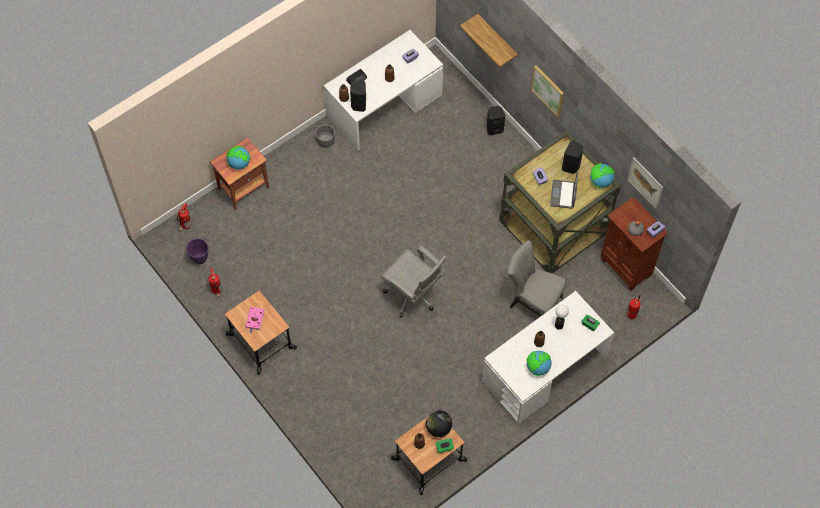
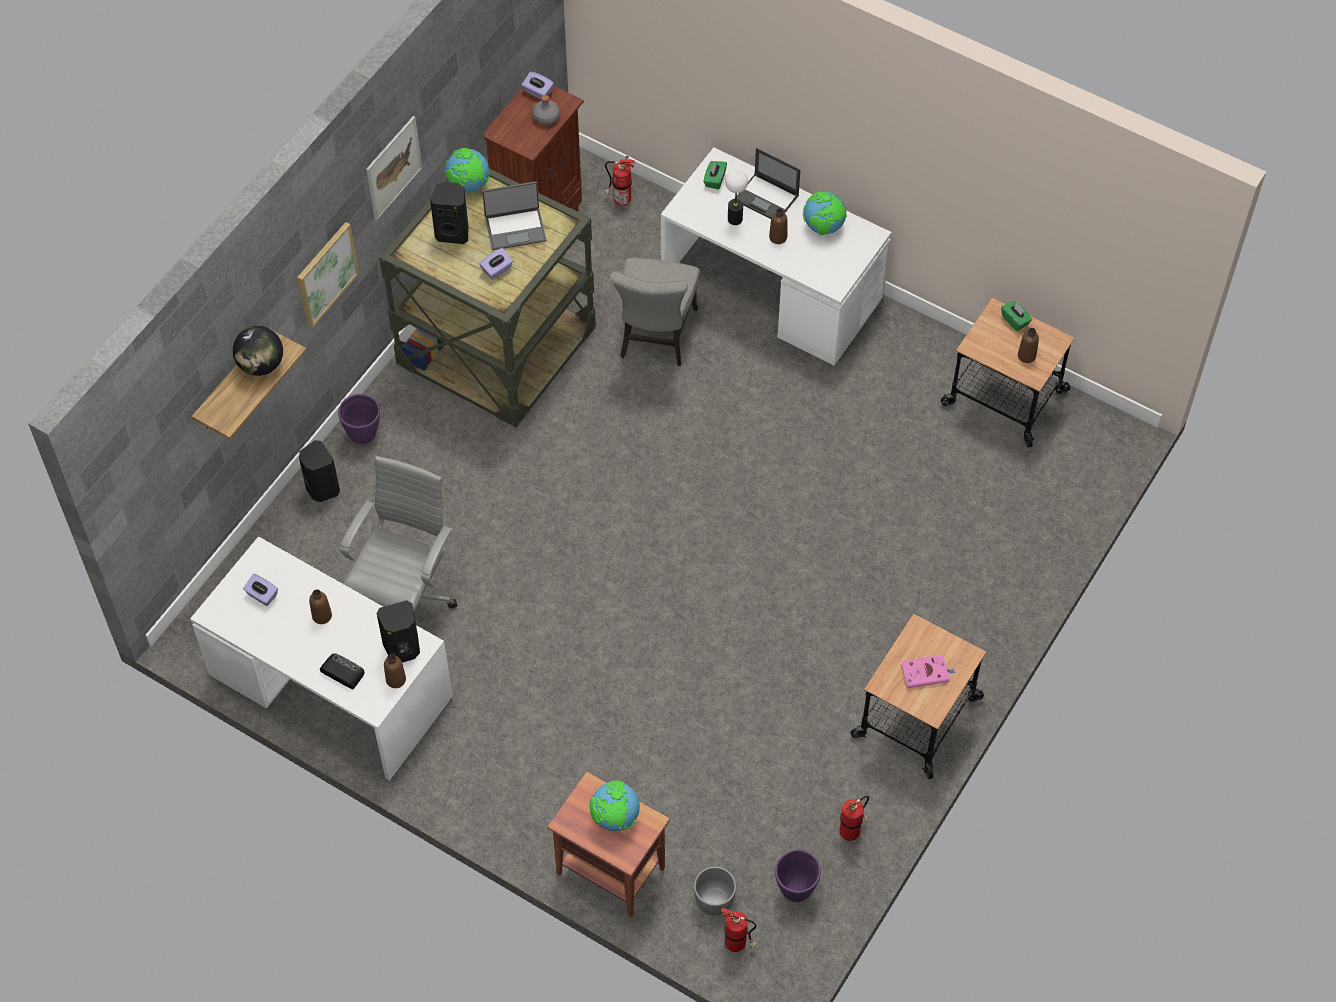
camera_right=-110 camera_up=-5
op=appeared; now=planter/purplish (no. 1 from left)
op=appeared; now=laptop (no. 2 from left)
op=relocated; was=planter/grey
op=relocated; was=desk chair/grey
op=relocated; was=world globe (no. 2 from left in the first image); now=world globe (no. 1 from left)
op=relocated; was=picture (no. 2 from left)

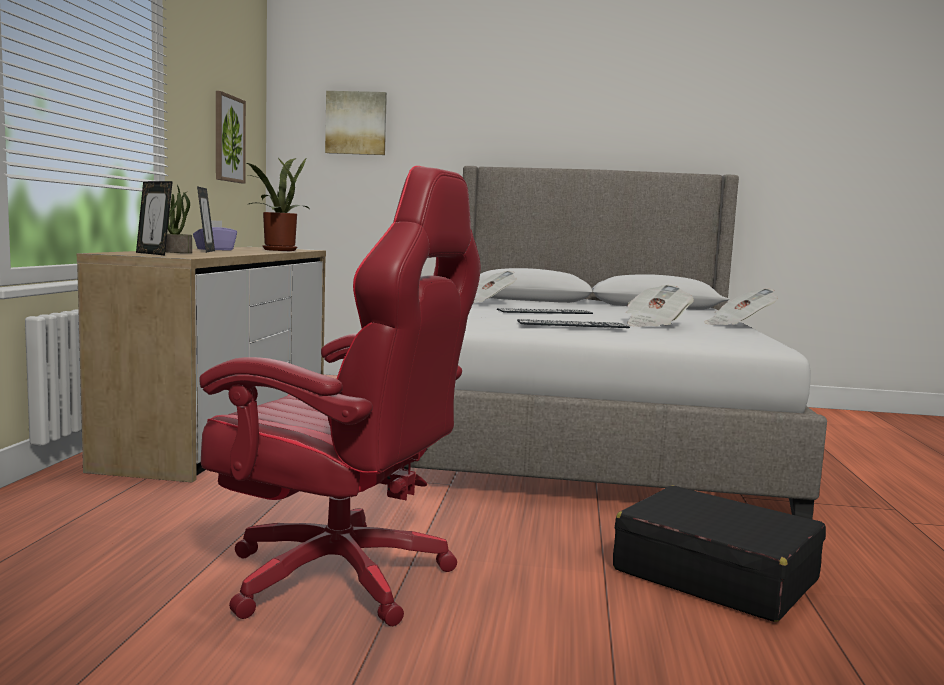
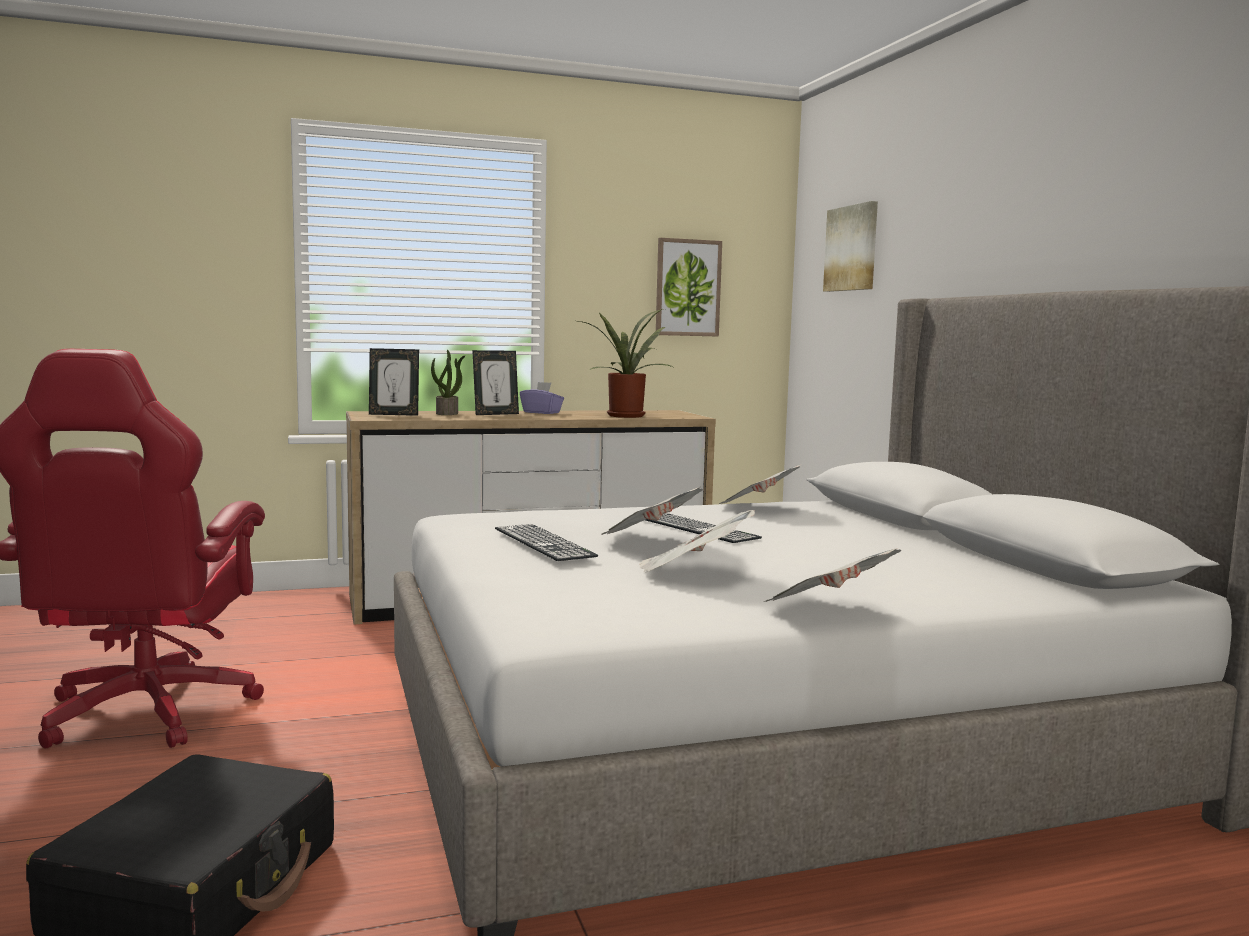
camera_right=65 camera_up=0
op=appeared; now=printed paper (no. 1 from left)
op=spun; was=standing frame (no. 1 from left); clockwise=-105

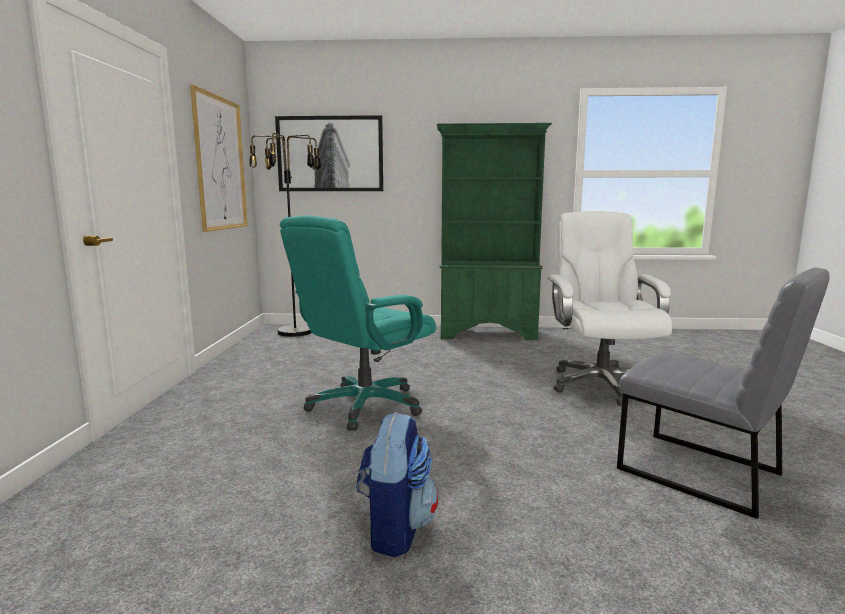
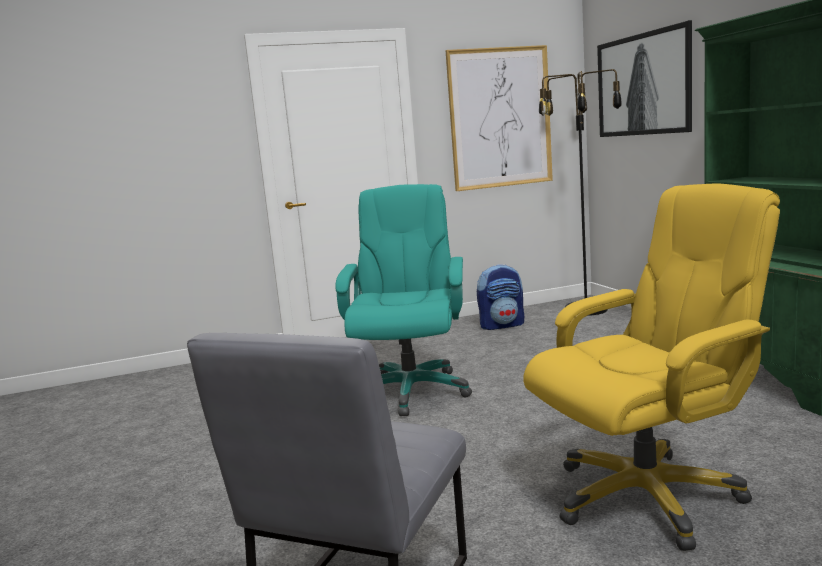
camera_right=70 camera_up=0
op=relocated; was=backpack
op=colour; was=desk chair/whitish; now=desk chair/yellow
op=spun; was=desk chair/turquoise-coloured; clockwise=75

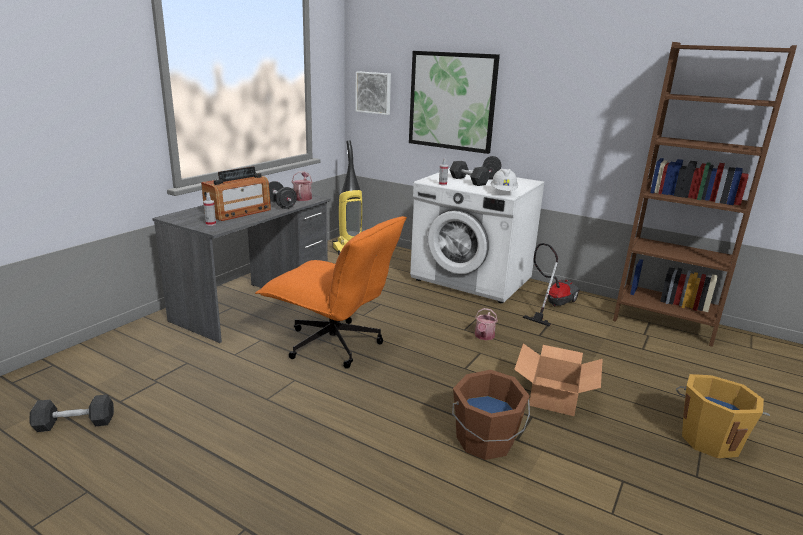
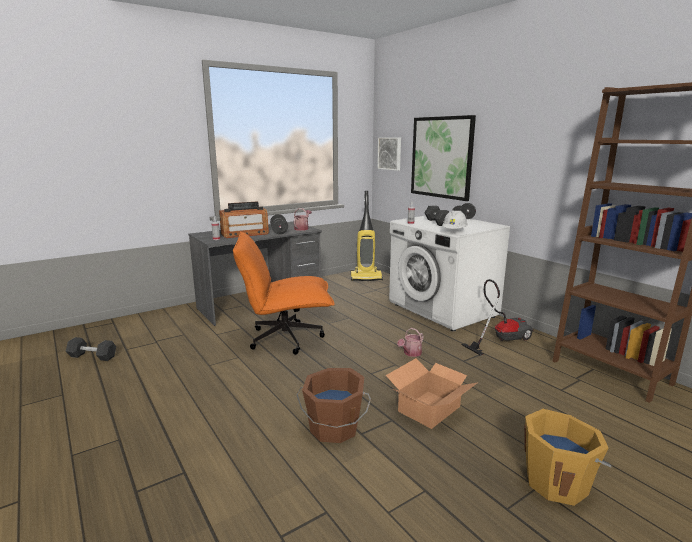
camera_right=25 camera_up=-5
op=spun; was=desk chair/orange-coloured; clockwise=120

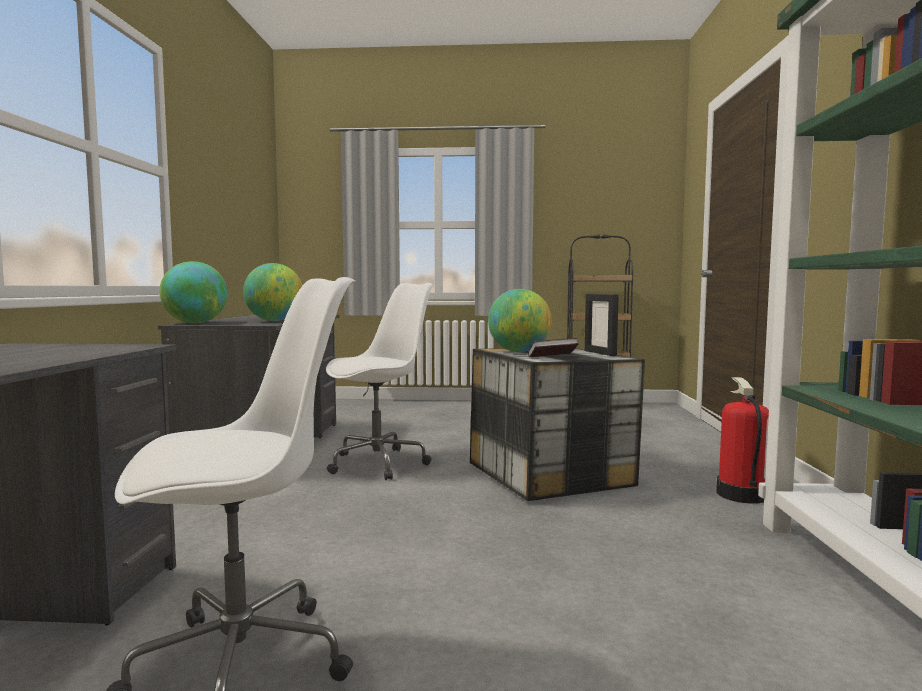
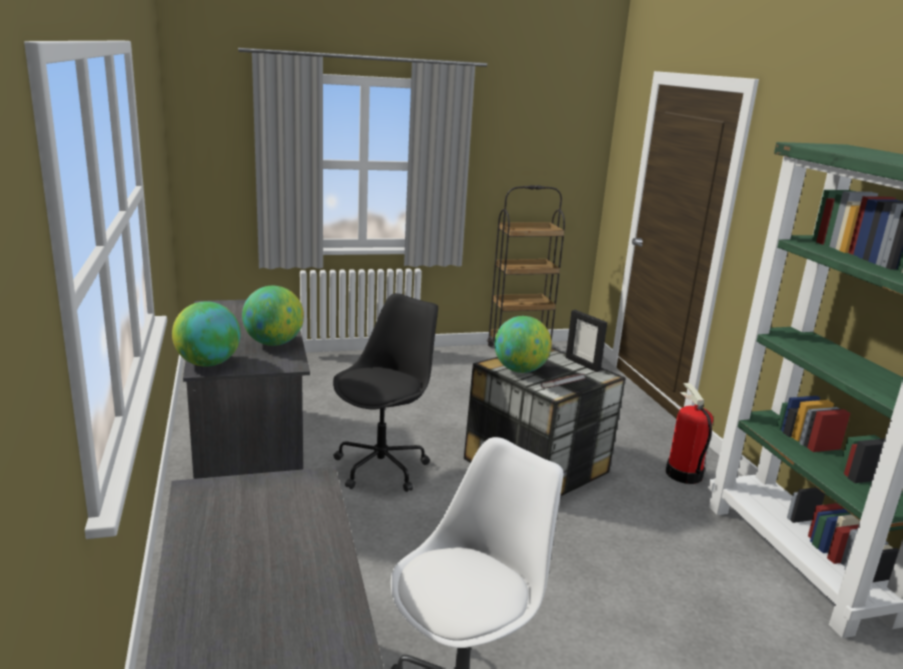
camera_right=-20 camera_up=15
op=colour; was=desk chair/whitish (no. 2 from left); now=desk chair/blackish

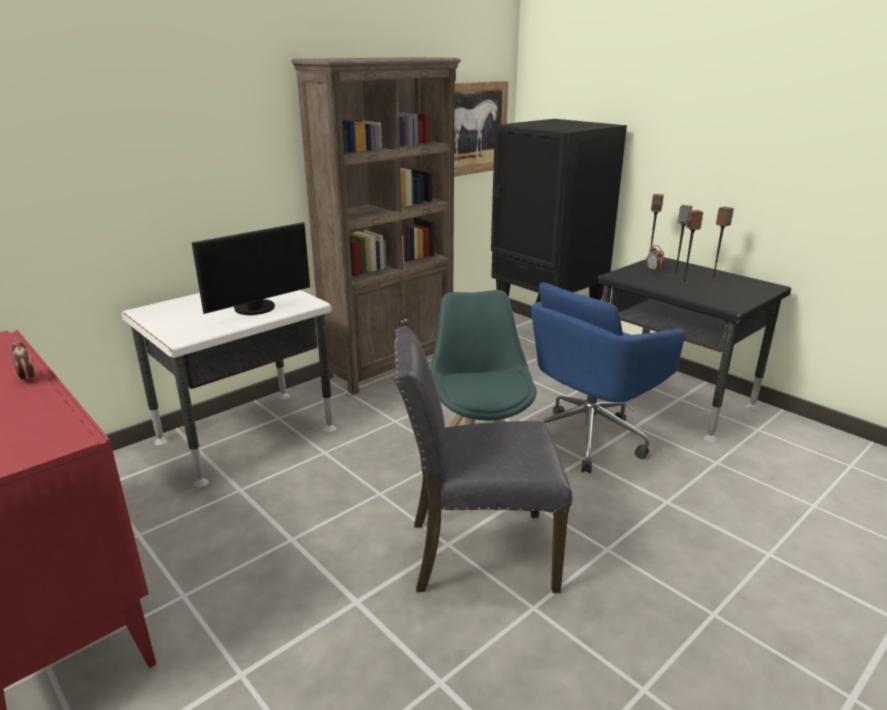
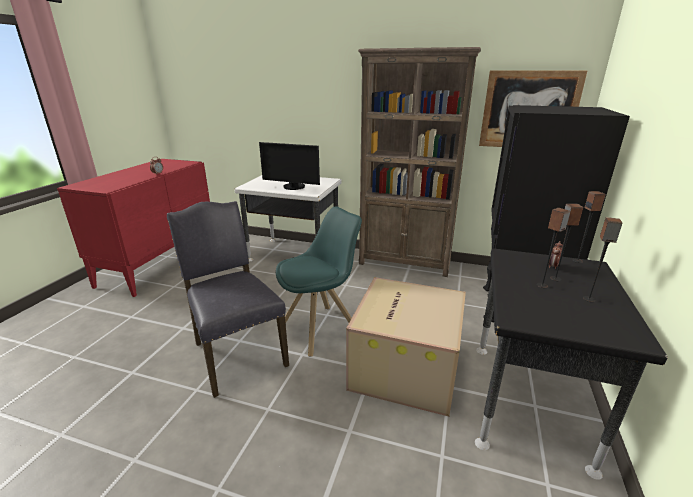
camera_right=60 camera_up=0
op=exchanged; was=desk chair/blue; now=carton

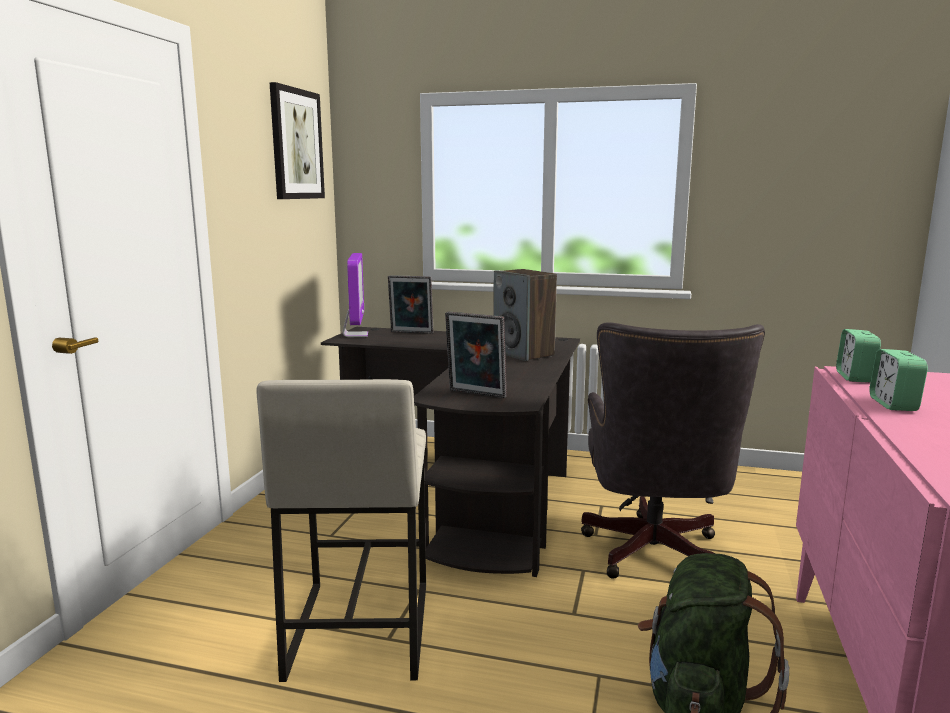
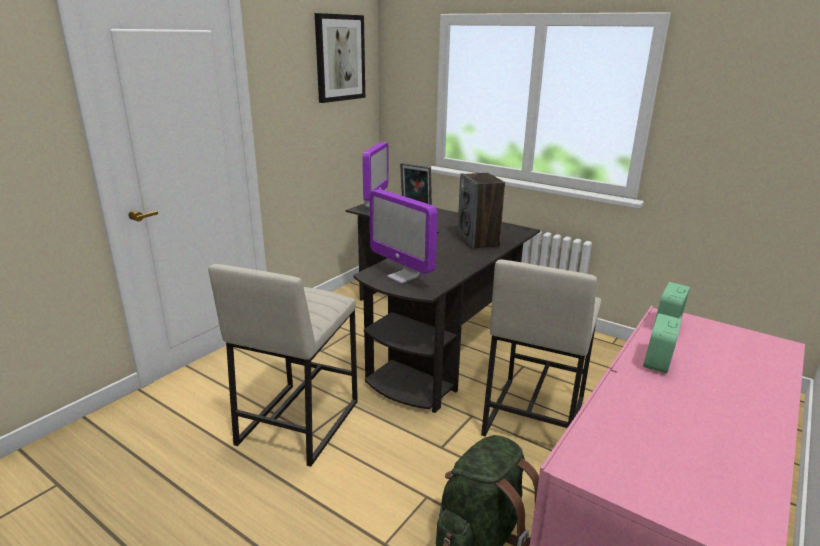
camera_right=20 camera_up=10
op=exchanged; was=standing frame (no. 2 from left); now=computer display (no. 2 from left)
op=exchanged; was=desk chair/grey; now=sitting stool/beige-coloured (no. 2 from left)

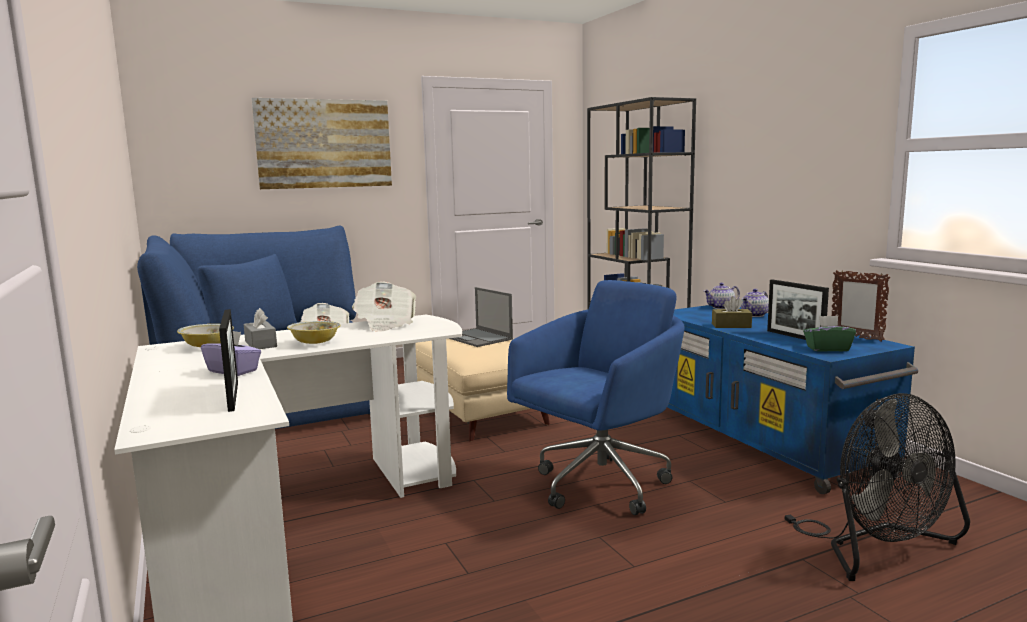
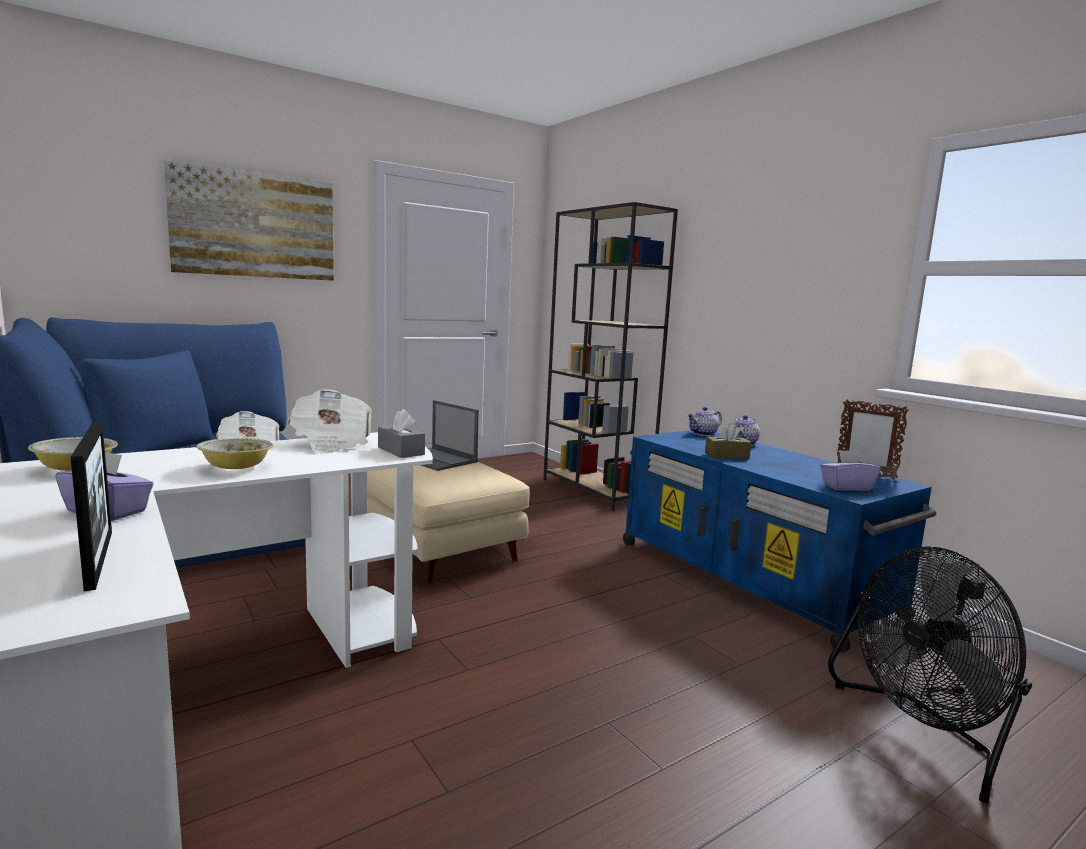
camera_right=-10 camera_up=0
op=missing; was=desk chair/blue
op=missing; was=standing frame (no. 2 from left)
op=relocated; was=tissue holder/grey
op=colour; was=tissue holder/green; now=tissue holder/purplish (no. 2 from left)
op=spun; was=electric fan/blackish; clockwise=105

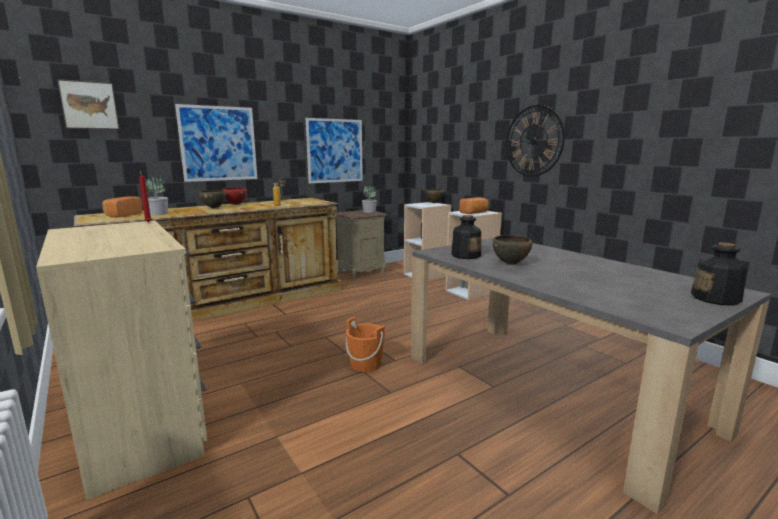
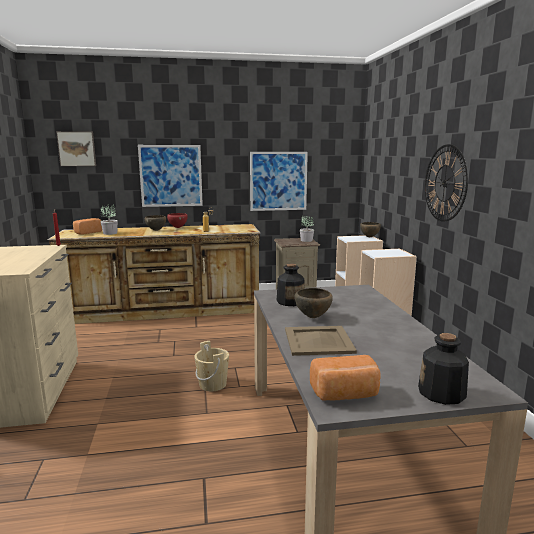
camera_right=25 camera_up=0
op=appeared; now=serving tray/beige-coloured
op=relocated; was=bread (no. 2 from left)
op=colour; was=water bucket/orange-coloured; now=water bucket/beige-coloured

